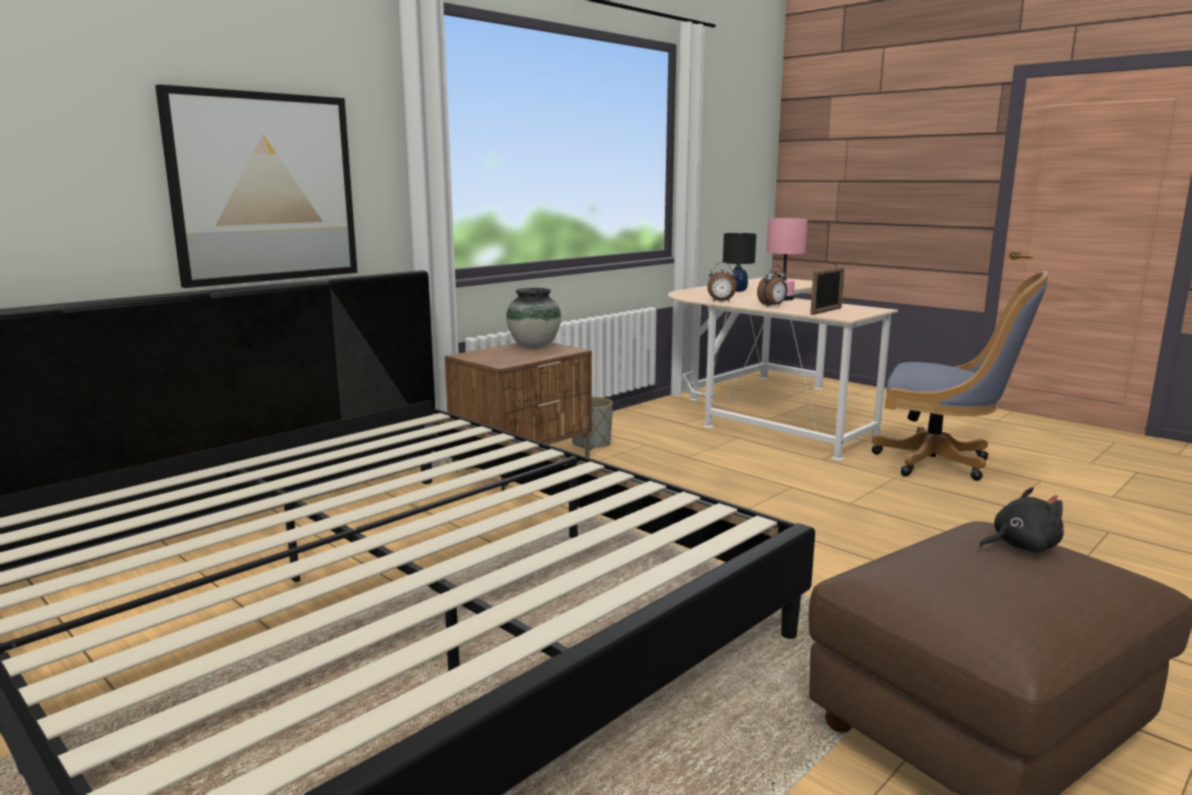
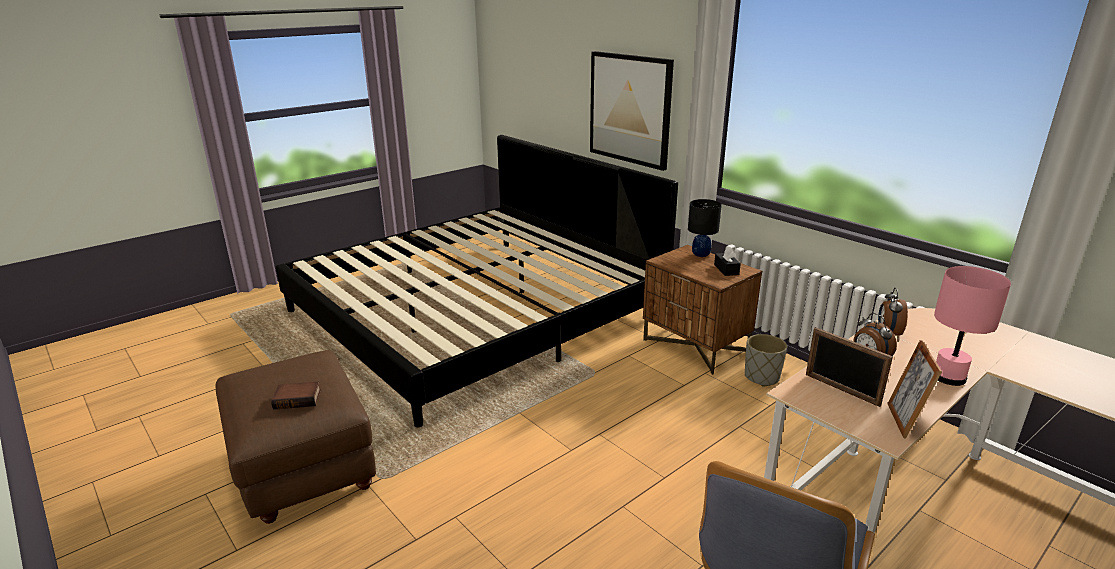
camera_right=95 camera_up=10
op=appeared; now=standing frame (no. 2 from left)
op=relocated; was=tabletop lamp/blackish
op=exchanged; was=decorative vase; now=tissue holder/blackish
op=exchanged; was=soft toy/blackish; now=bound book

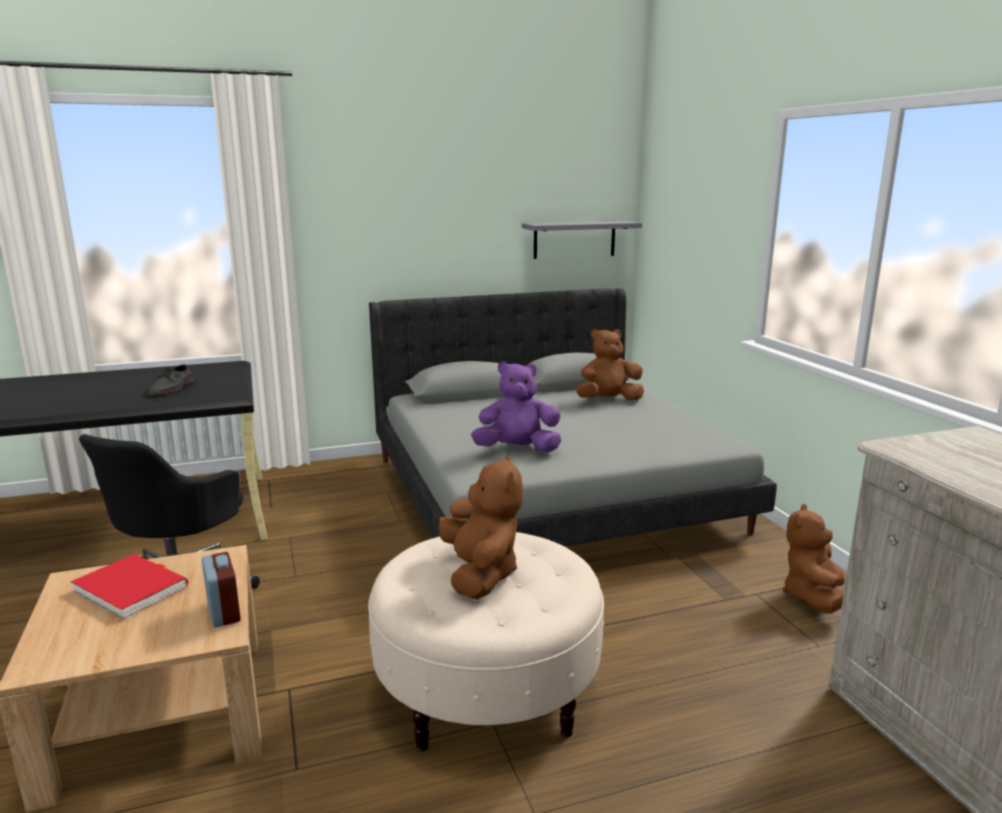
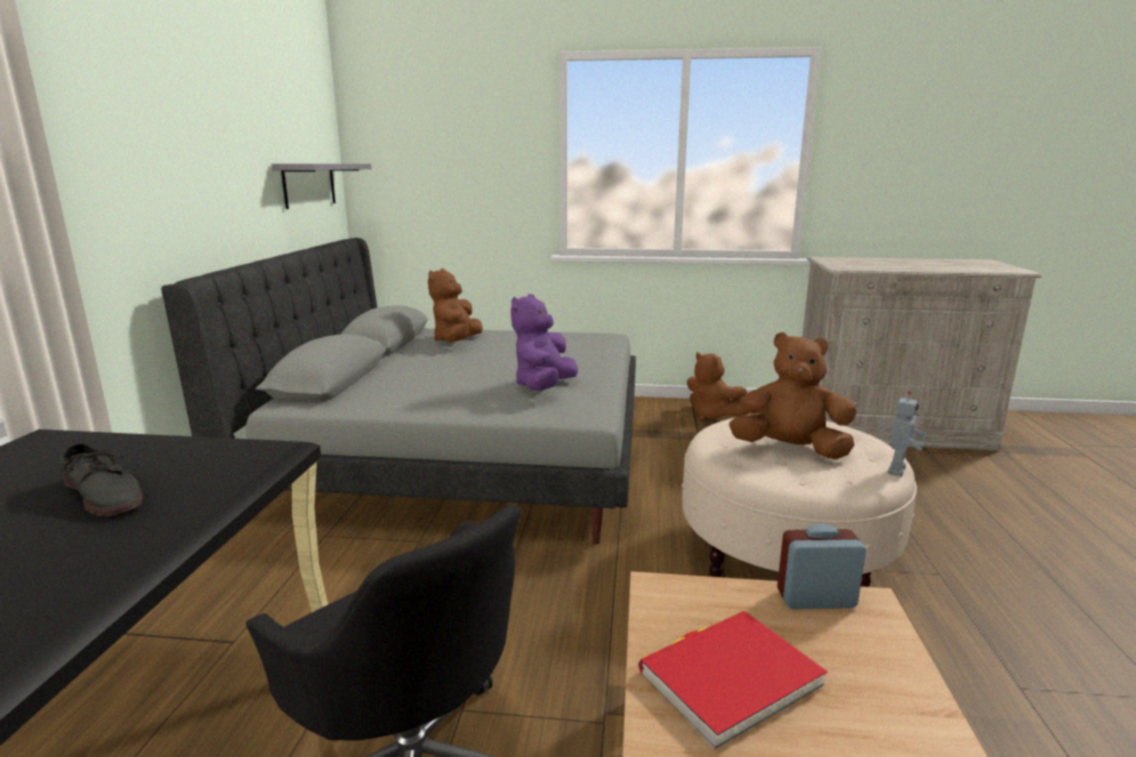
camera_right=-65 camera_up=0
op=appeared; now=robot figure

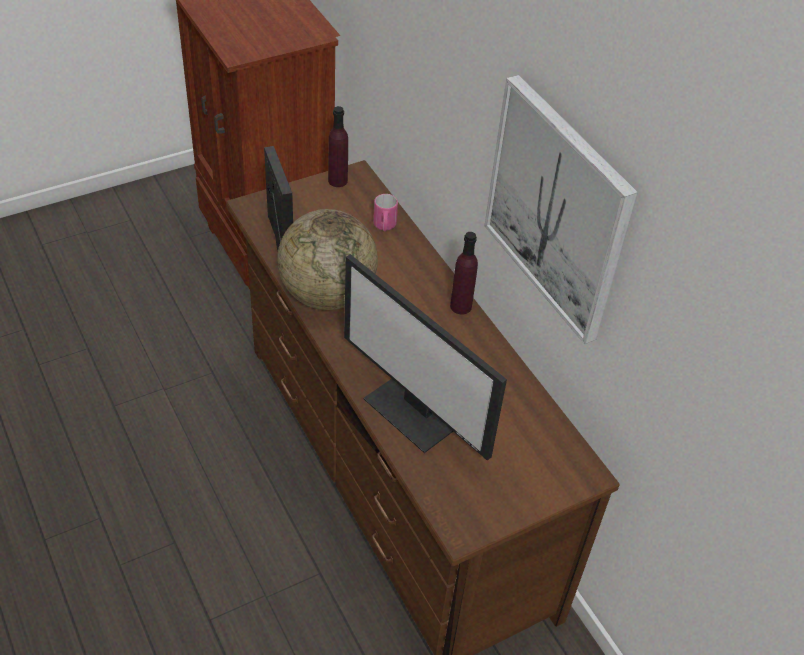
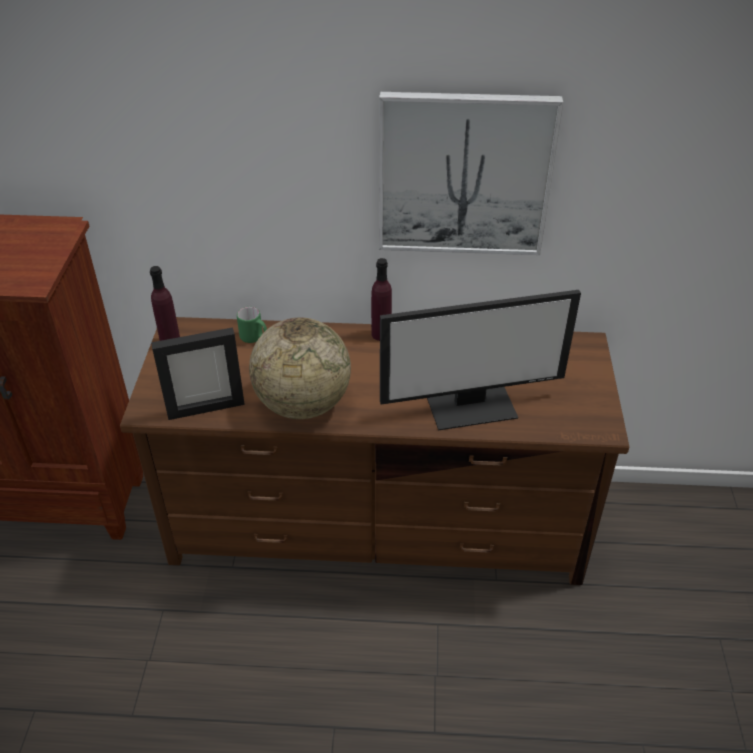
camera_right=-55 camera_up=-5
op=colour; was=coffee mug/pink; now=coffee mug/green
op=spun; was=standing frame; clockwise=150

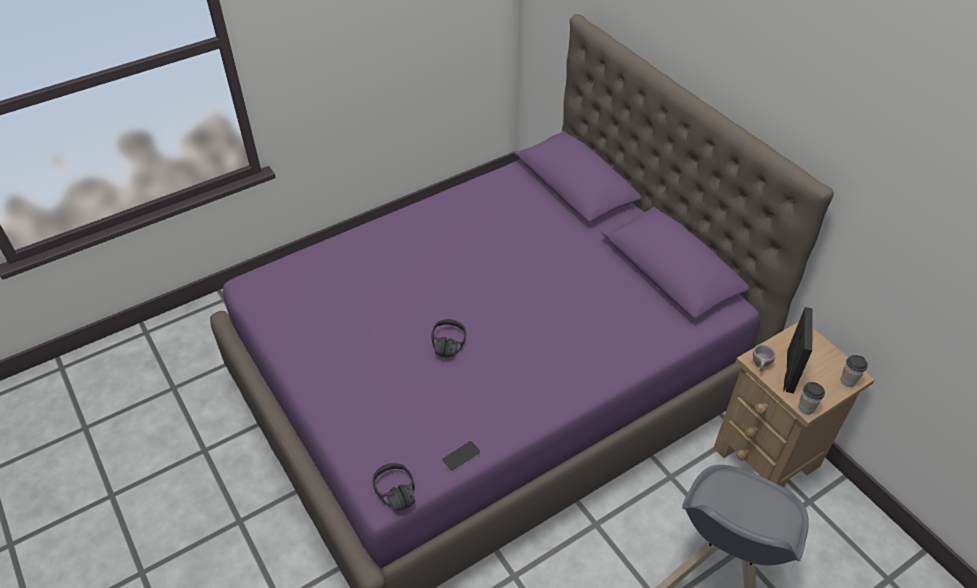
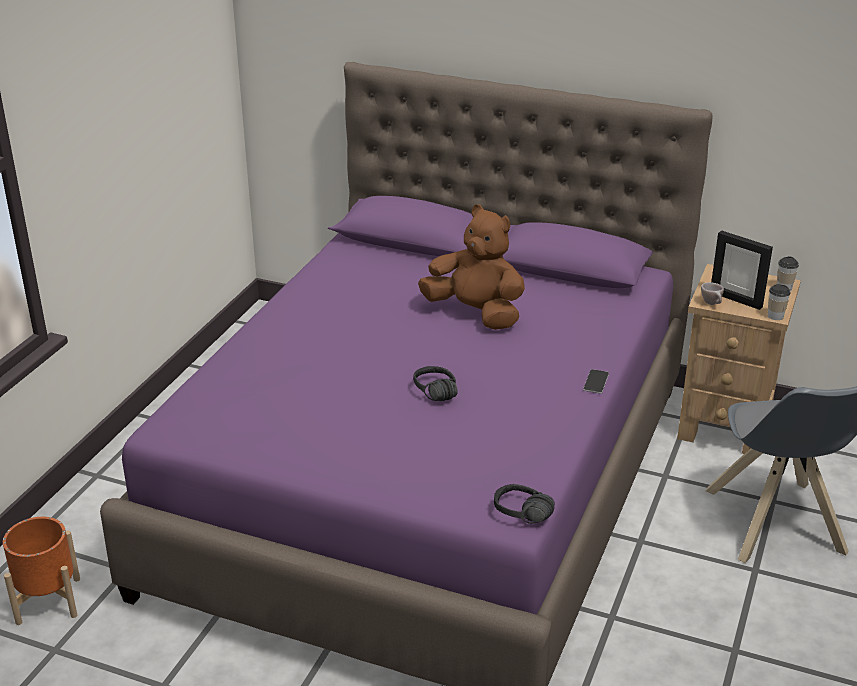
camera_right=-35 camera_up=-15
op=appeared; now=planter/orange-coloured
op=appeared; now=soft toy/brown-coloured
op=relocated; was=telephone
op=spun; was=standing frame; clockwise=150

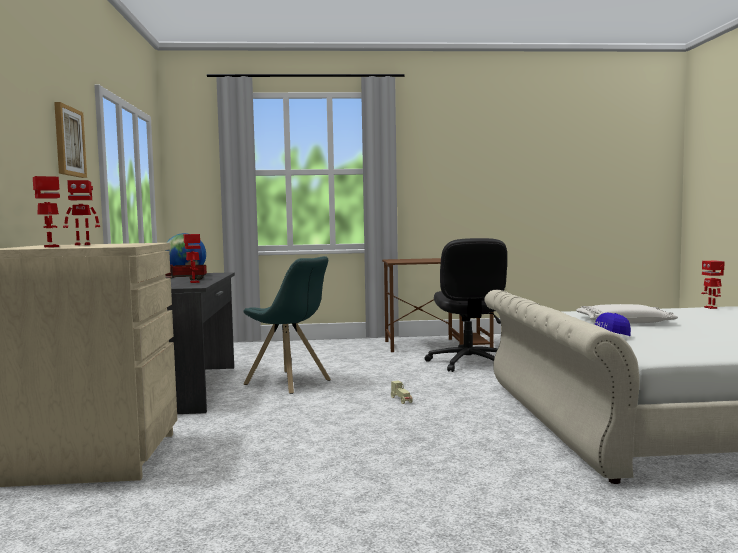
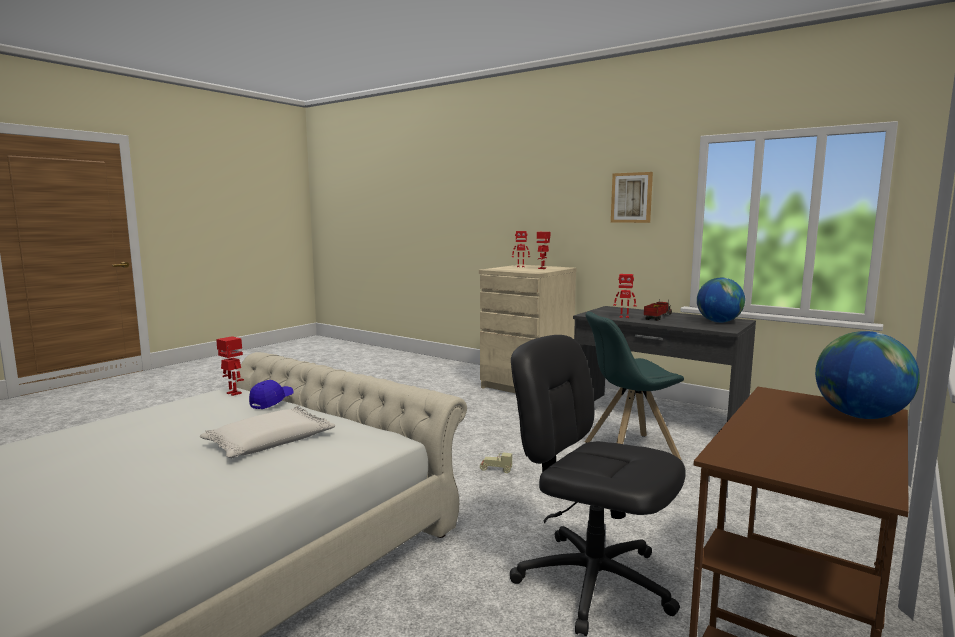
camera_right=130 camera_up=5
op=appeared; now=world globe (no. 2 from left)
op=relocated; was=robot figure (no. 4 from left in the first image); now=robot figure (no. 1 from left)

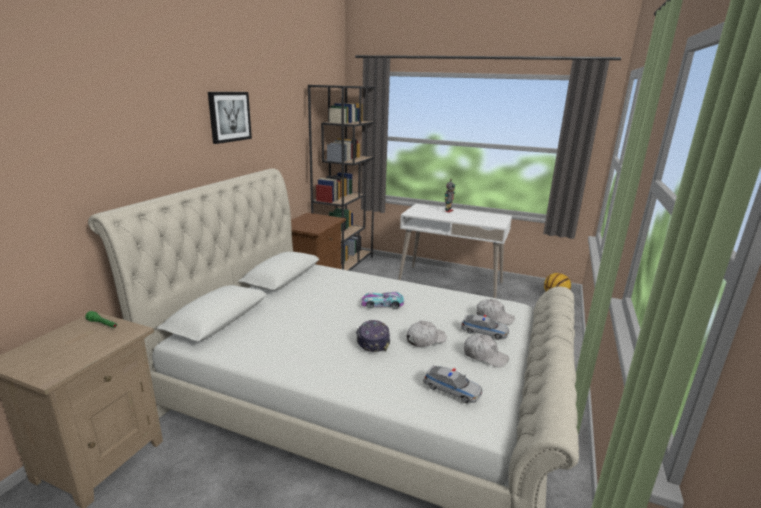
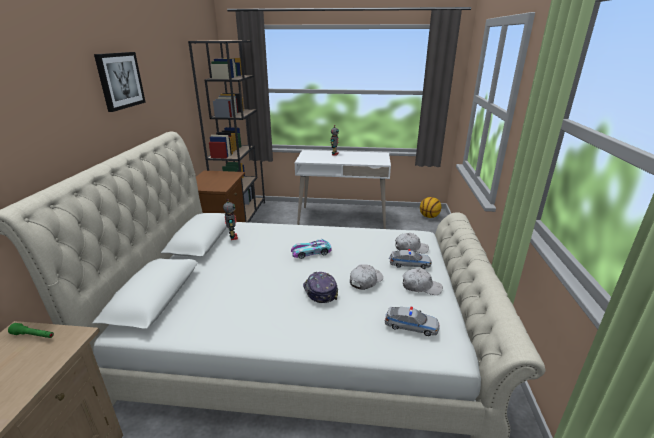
camera_right=-15 camera_up=5
op=appeared; now=robot figure (no. 1 from left)

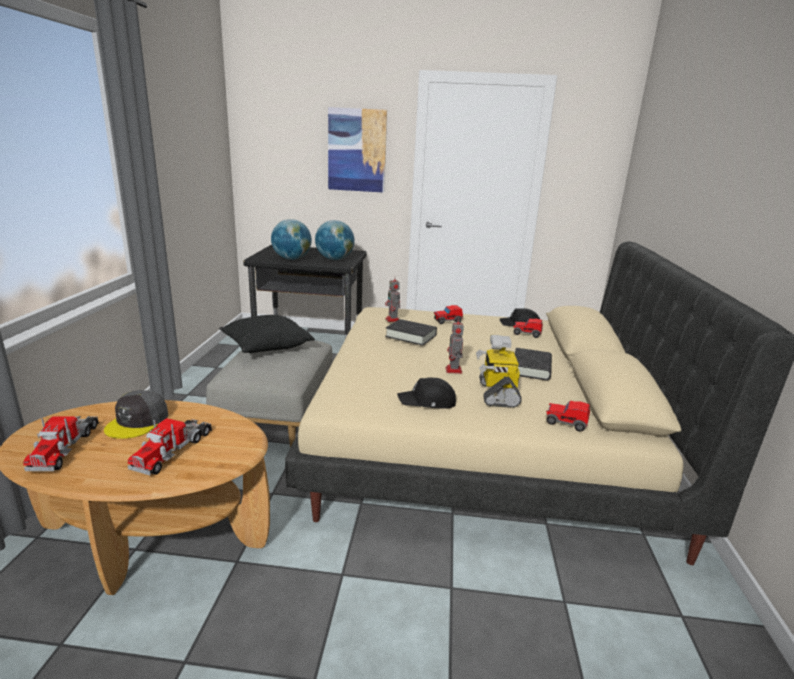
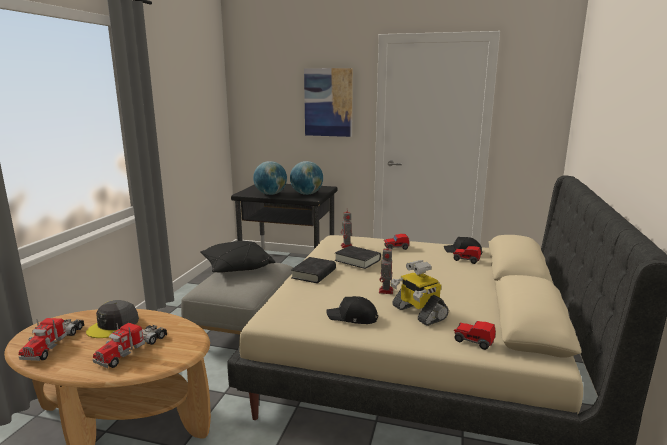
camera_right=10 camera_up=-5
op=relocated; was=bound book/blackish (no. 2 from left in the first image); now=bound book/blackish (no. 1 from left)
op=spun; was=robot figure (no. 3 from left); clockwise=-45

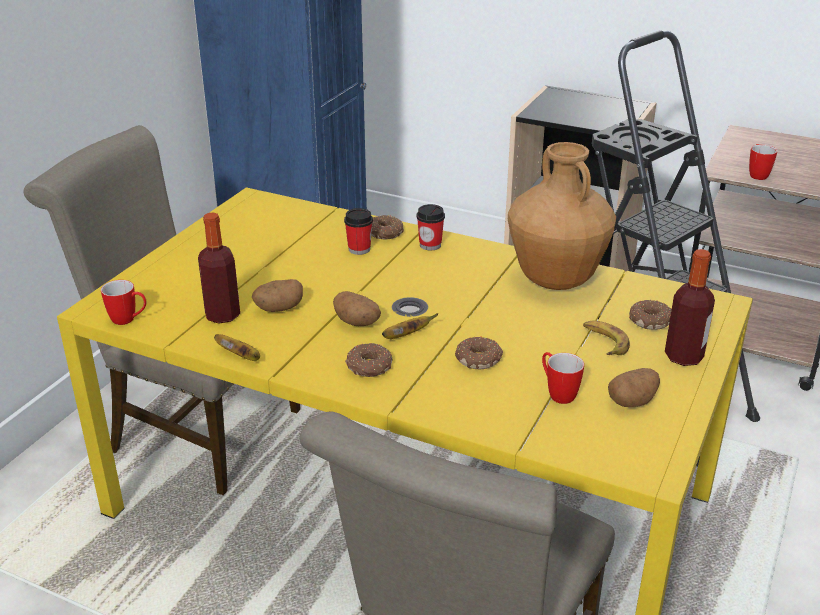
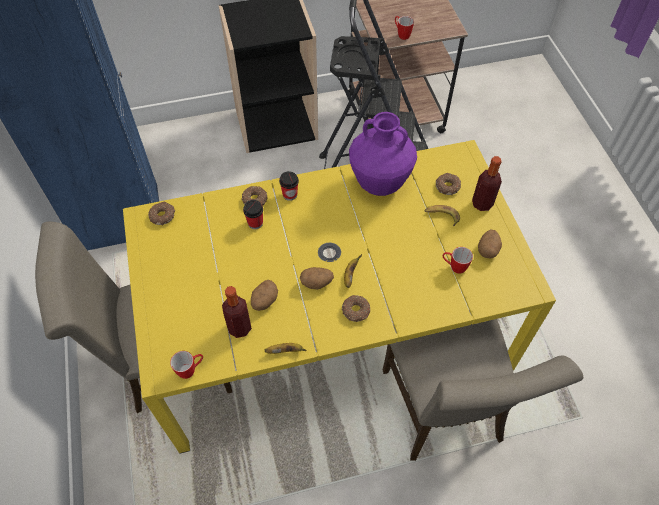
camera_right=-40 camera_up=25
op=relocated; was=ring doughnut (no. 3 from left in the first image); now=ring doughnut (no. 1 from left)
op=colour; was=decorative vase/brown-coloured; now=decorative vase/purplish

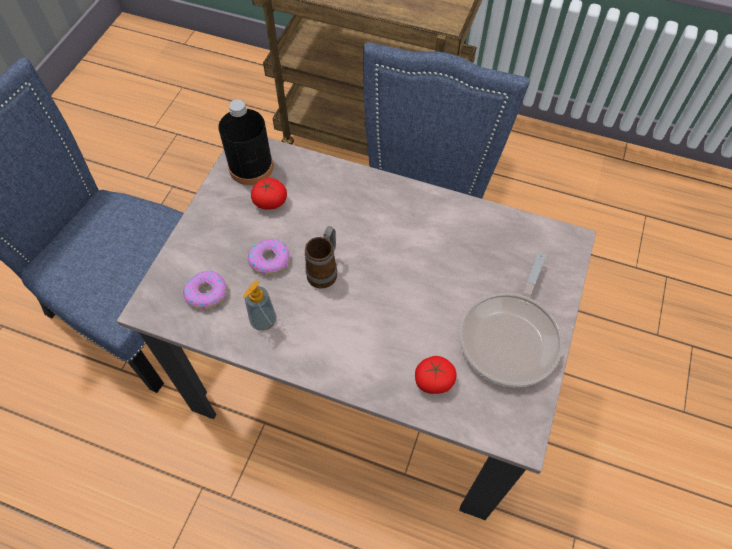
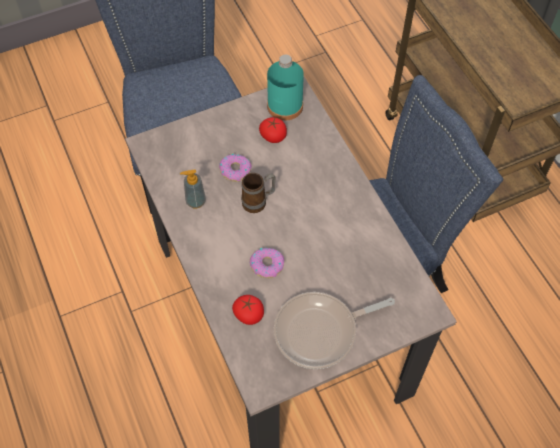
camera_right=45 camera_up=0
op=relocated; was=ring doughnut (no. 1 from left in the first image); now=ring doughnut (no. 2 from left)
op=colour; was=drink bottle/blackish; now=drink bottle/turquoise-coloured

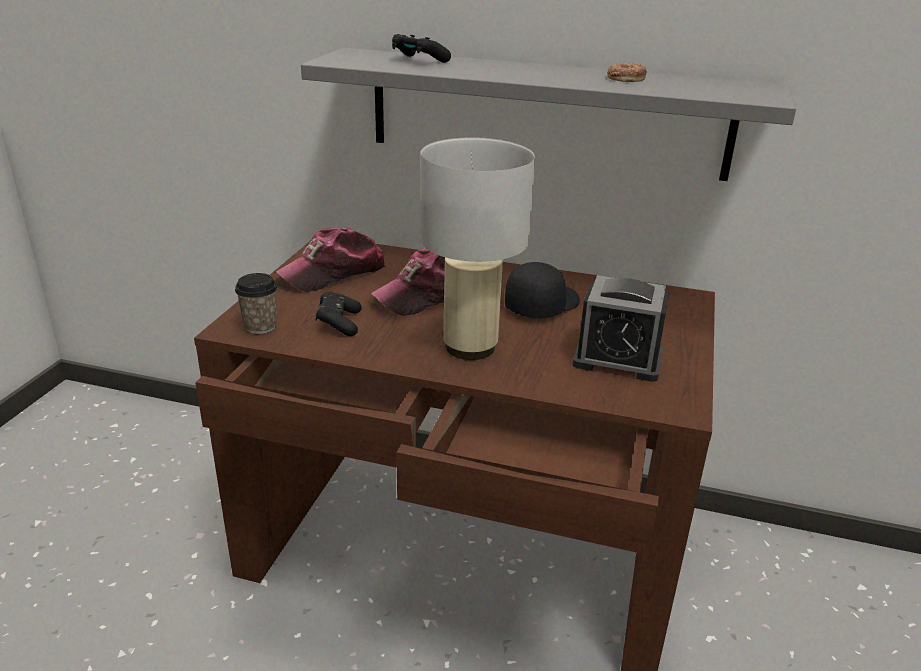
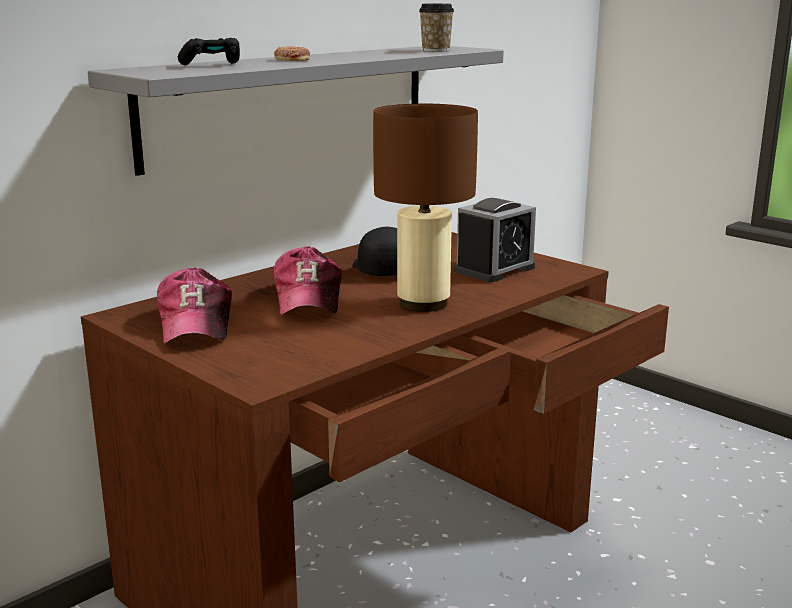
camera_right=-60 camera_up=-10
op=missing; was=joypad/blackish (no. 1 from left)
op=relocated; was=small cup
op=relocated; was=ring doughnut
op=colour; was=tabletop lamp/whitish; now=tabletop lamp/brown-coloured

